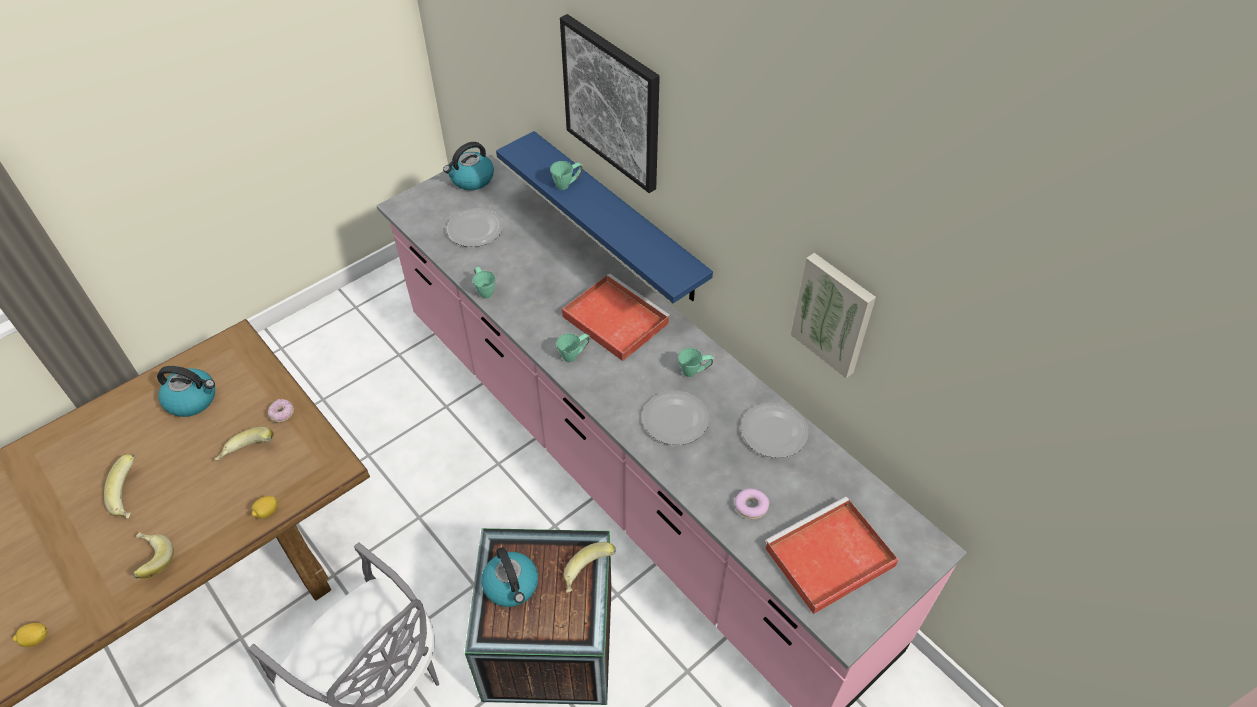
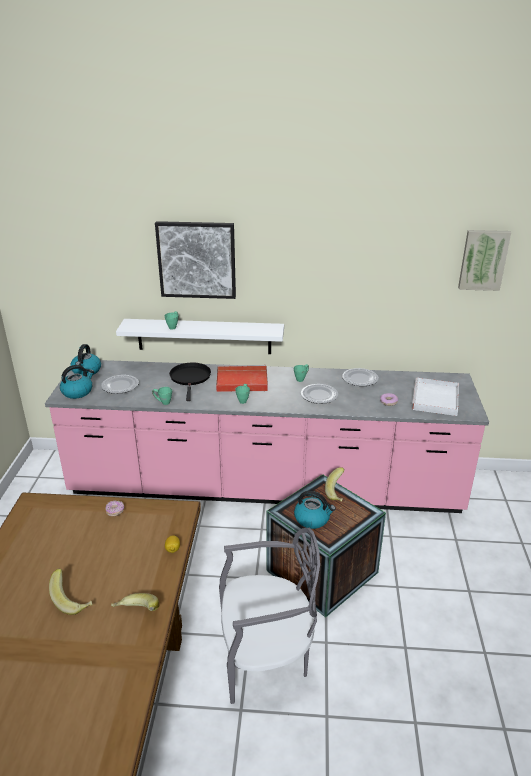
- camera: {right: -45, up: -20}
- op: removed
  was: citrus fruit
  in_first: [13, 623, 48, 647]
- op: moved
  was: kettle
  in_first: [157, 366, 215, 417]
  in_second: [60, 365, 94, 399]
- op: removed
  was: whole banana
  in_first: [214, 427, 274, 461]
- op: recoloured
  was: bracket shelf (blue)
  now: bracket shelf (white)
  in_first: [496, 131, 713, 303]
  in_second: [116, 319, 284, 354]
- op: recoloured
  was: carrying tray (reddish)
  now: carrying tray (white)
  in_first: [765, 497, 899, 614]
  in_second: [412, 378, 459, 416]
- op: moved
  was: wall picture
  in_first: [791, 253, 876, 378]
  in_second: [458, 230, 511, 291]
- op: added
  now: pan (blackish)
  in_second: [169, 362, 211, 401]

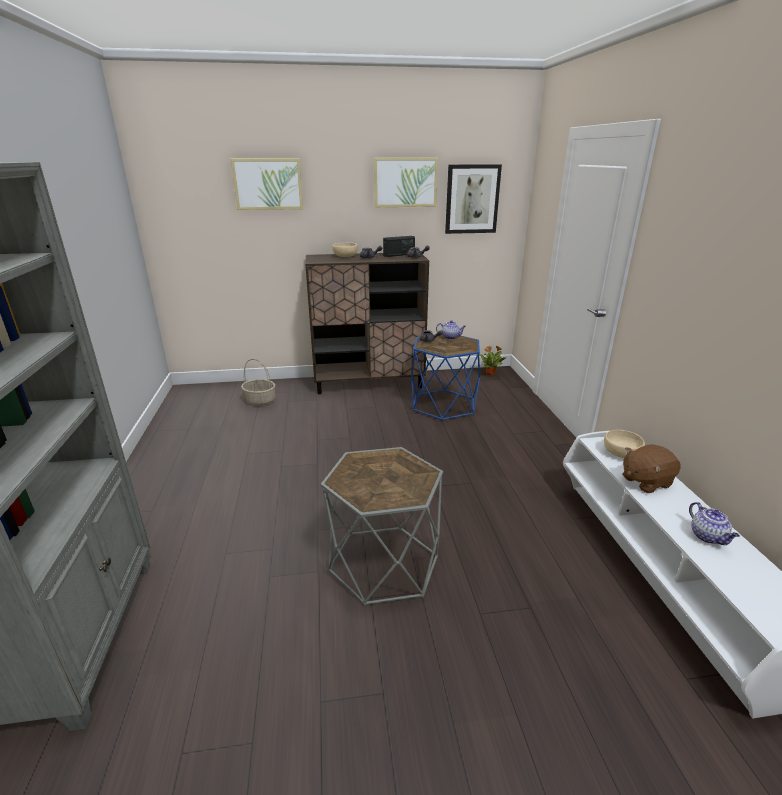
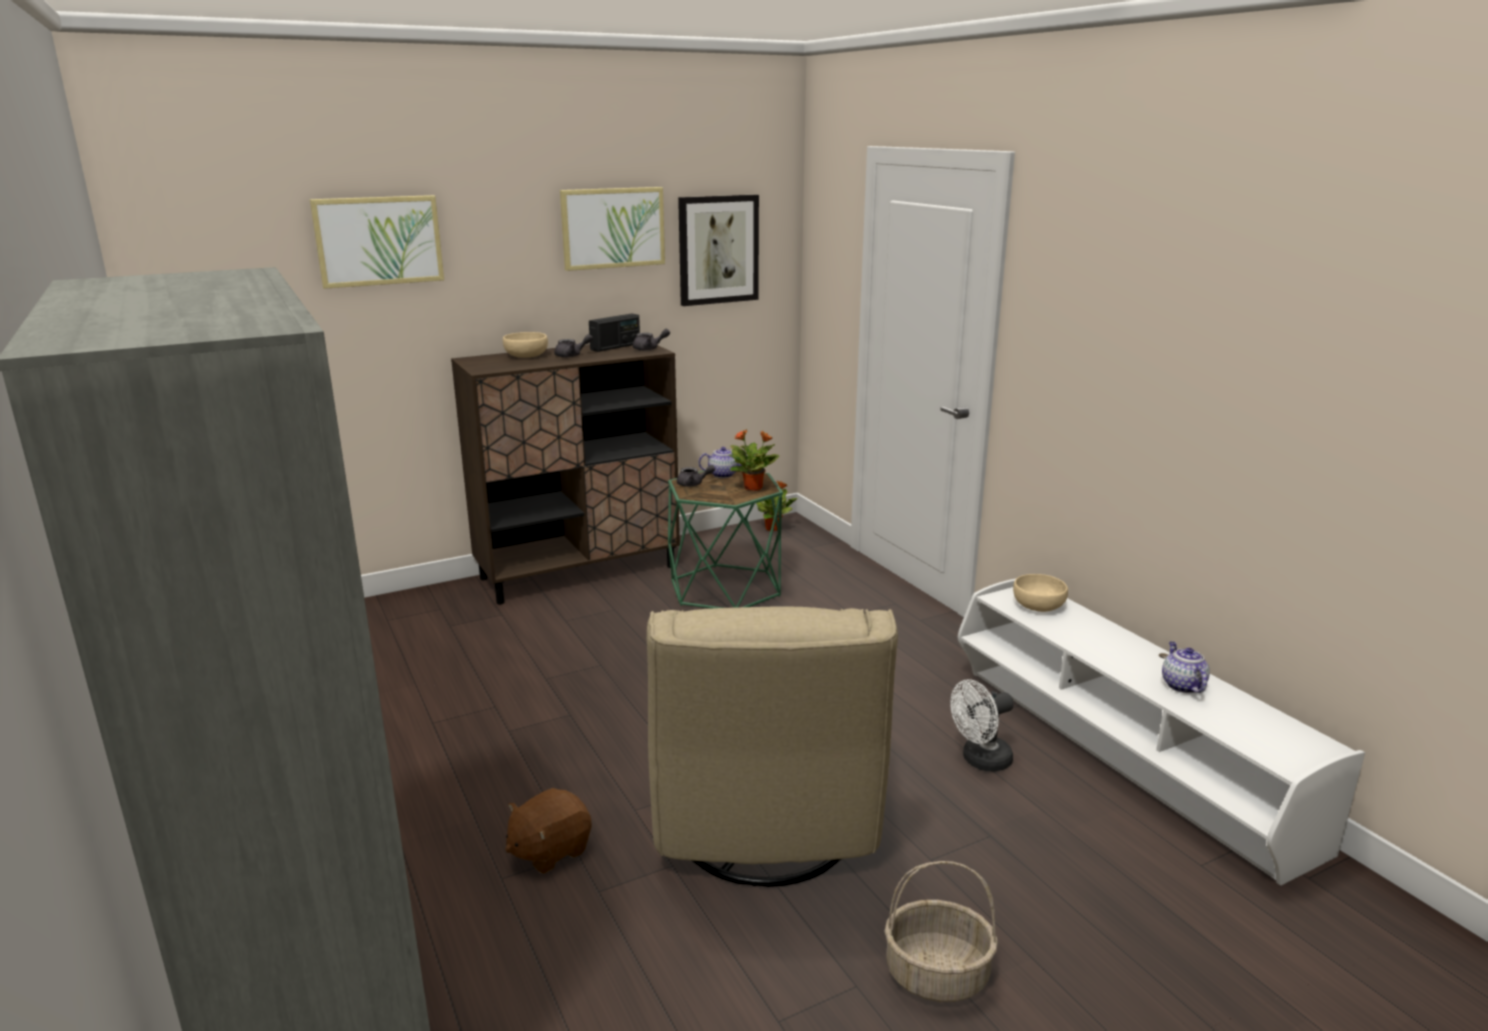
- camera: {right: -20, up: -5}
- op: moved
  was: storage basket
  in_first: [241, 359, 276, 406]
  in_second: [885, 861, 998, 1002]
- op: replaced
  was: end table (grey)
  now: easy chair (beige)
  in_first: [321, 447, 443, 606]
  in_second: [647, 606, 898, 887]
- op: recoloured
  was: end table (blue)
  now: end table (green)
  in_first: [411, 334, 480, 421]
  in_second: [668, 470, 783, 608]
- op: moved
  was: soft toy (brownish)
  in_first: [622, 444, 681, 493]
  in_second: [505, 788, 591, 874]
- op: turned
  was: pot for tea
  in_first: [689, 502, 740, 545]
  in_second: [1162, 642, 1210, 693]
  clockwise: -150
- op: added
  now: plant in a pot
  in_second: [729, 430, 779, 491]
- op: added
  now: cooling fan (white)
  in_second: [950, 680, 1014, 772]

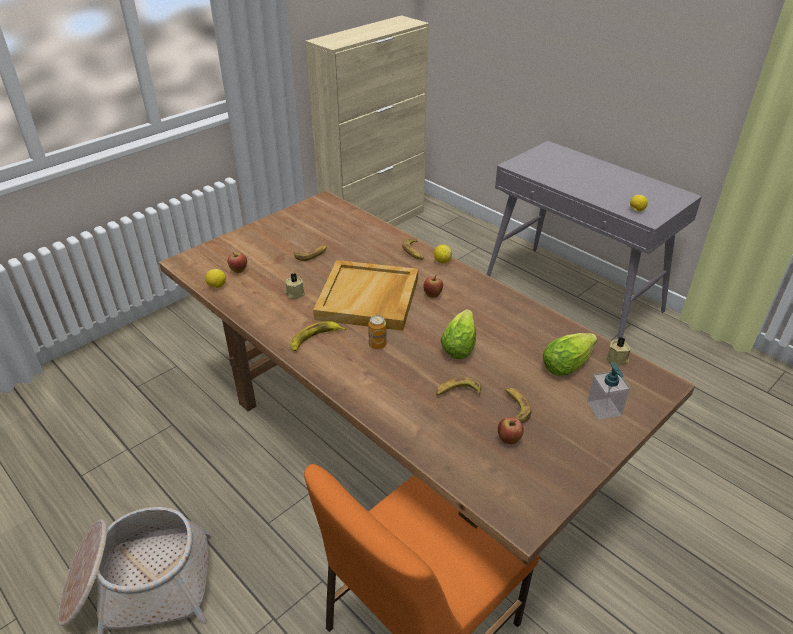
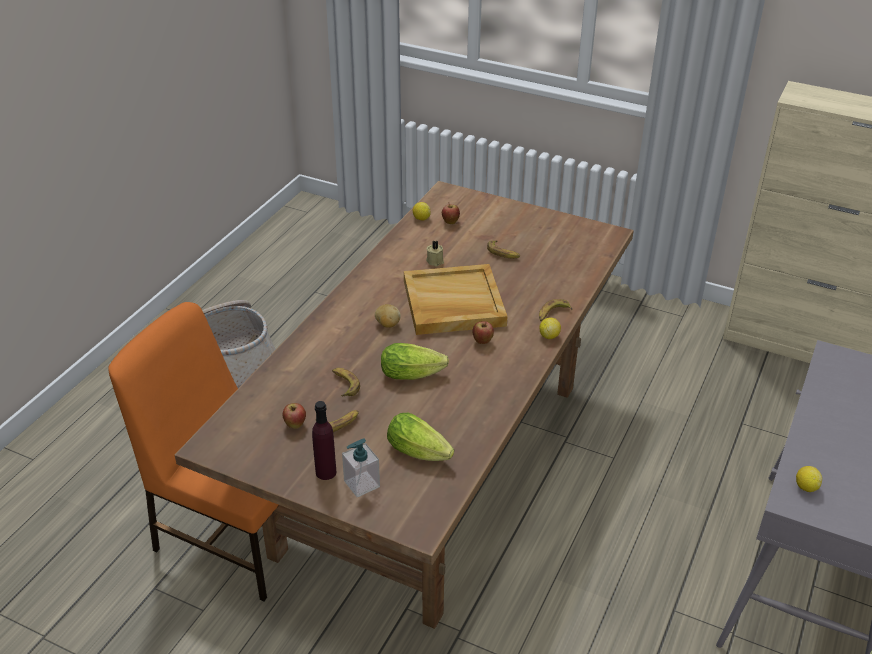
- camera: {right: 70, up: 0}
- op: removed
  was: whole banana
  in_first: [290, 321, 346, 352]
- op: replaced
  was: metal can
  now: potato
  in_first: [368, 315, 387, 349]
  in_second: [375, 304, 401, 328]
- op: removed
  was: wax candle (beige)
  in_first: [606, 337, 631, 366]
- op: added
  now: bottle (purple)
  in_second: [312, 401, 336, 480]

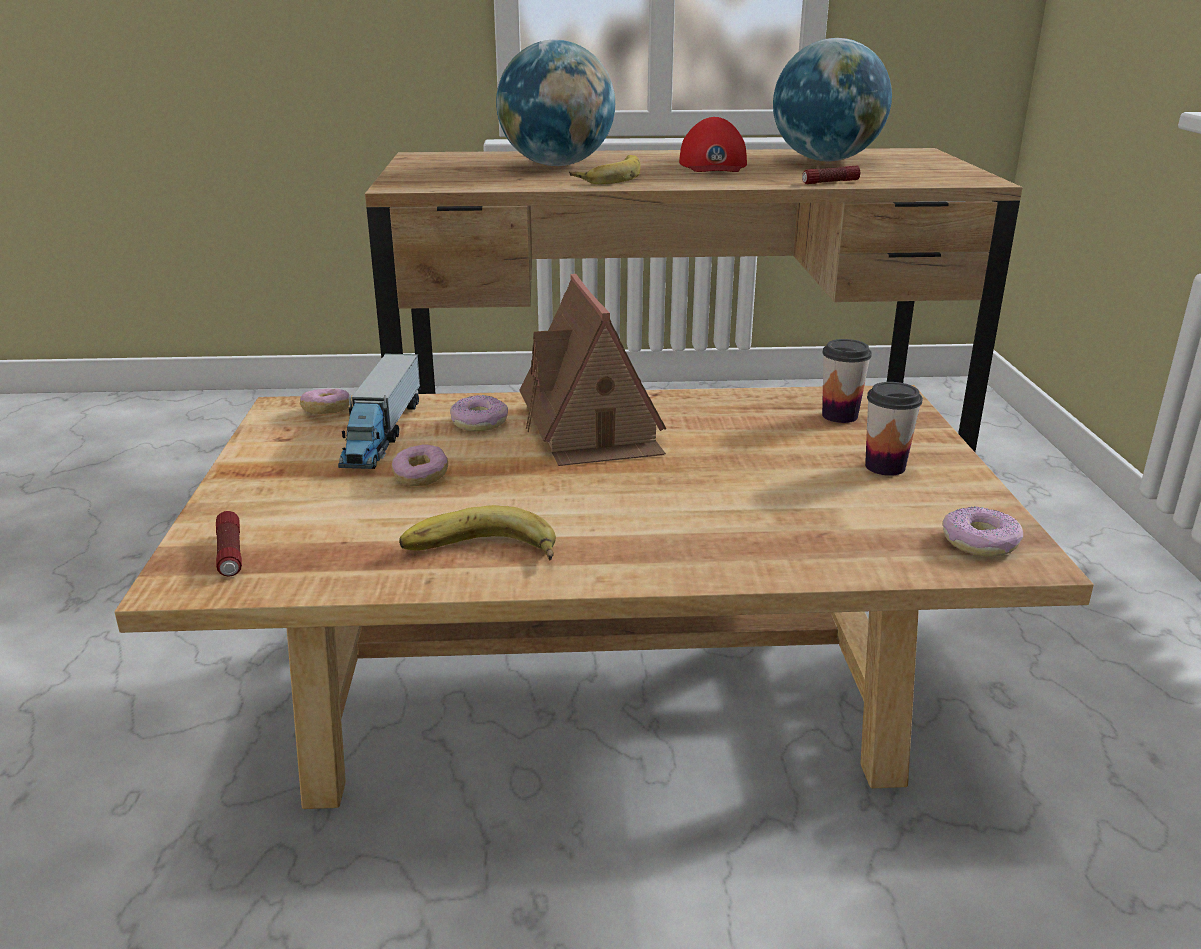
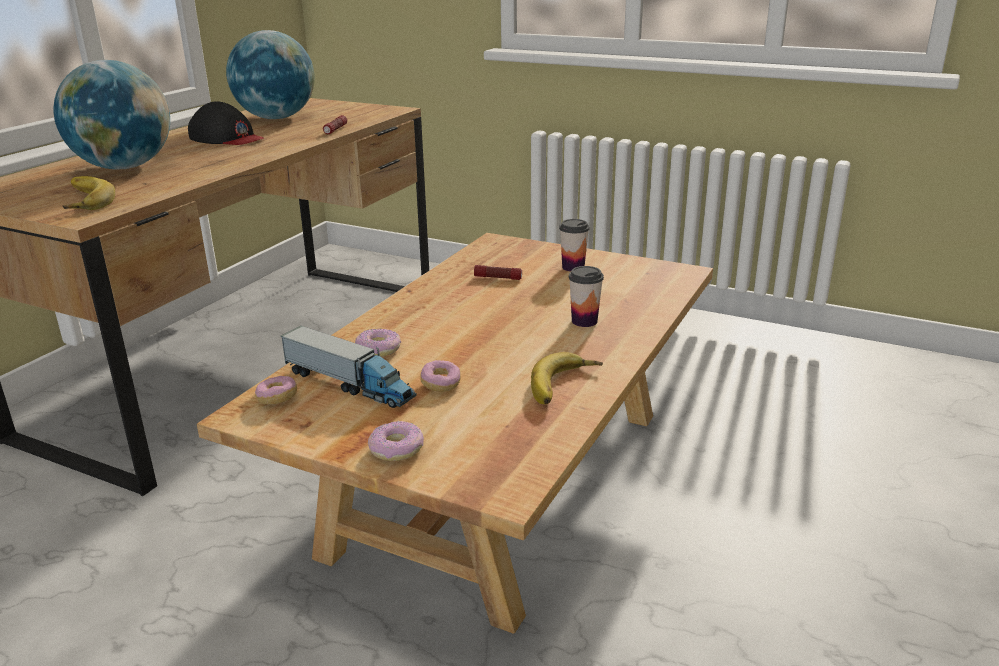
- camera: {right: -60, up: 0}
- op: moved
  was: flashlight
  in_first: [216, 511, 242, 576]
  in_second: [474, 265, 522, 280]
- op: removed
  was: miniature house
  in_first: [519, 274, 666, 466]
- op: moved
  was: whole banana
  in_first: [569, 155, 641, 184]
  in_second: [63, 176, 115, 210]
- op: recoloured
  was: peaked cap (reddish)
  now: peaked cap (blackish)
  in_first: [679, 117, 747, 172]
  in_second: [188, 101, 264, 145]
- op: moved
  was: cup
  in_first: [822, 339, 872, 423]
  in_second: [569, 266, 604, 327]
- op: moved
  was: donut
  in_first: [942, 506, 1023, 557]
  in_second: [368, 421, 424, 461]

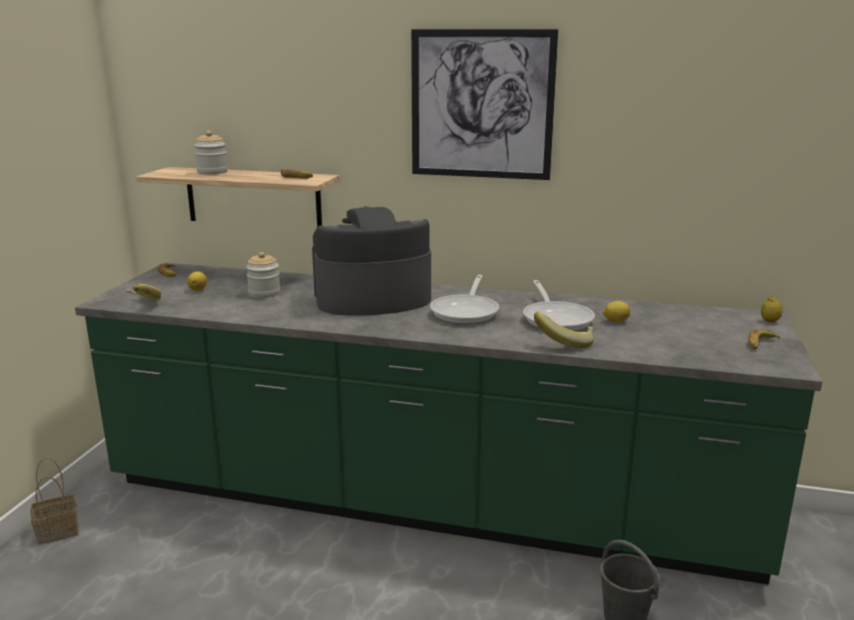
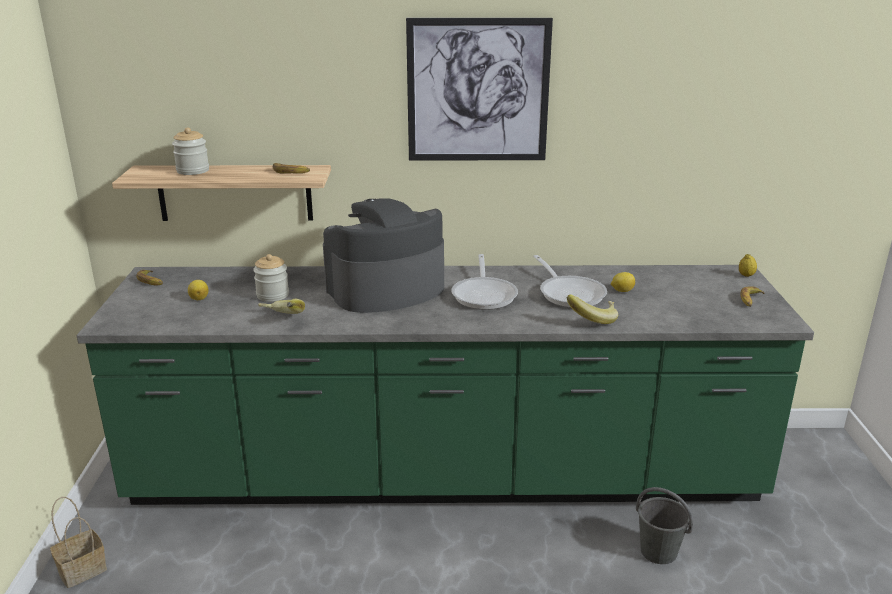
- camera: {right: -15, up: 5}
- op: moved
  was: whole banana
  in_first: [126, 284, 161, 302]
  in_second: [258, 299, 305, 314]

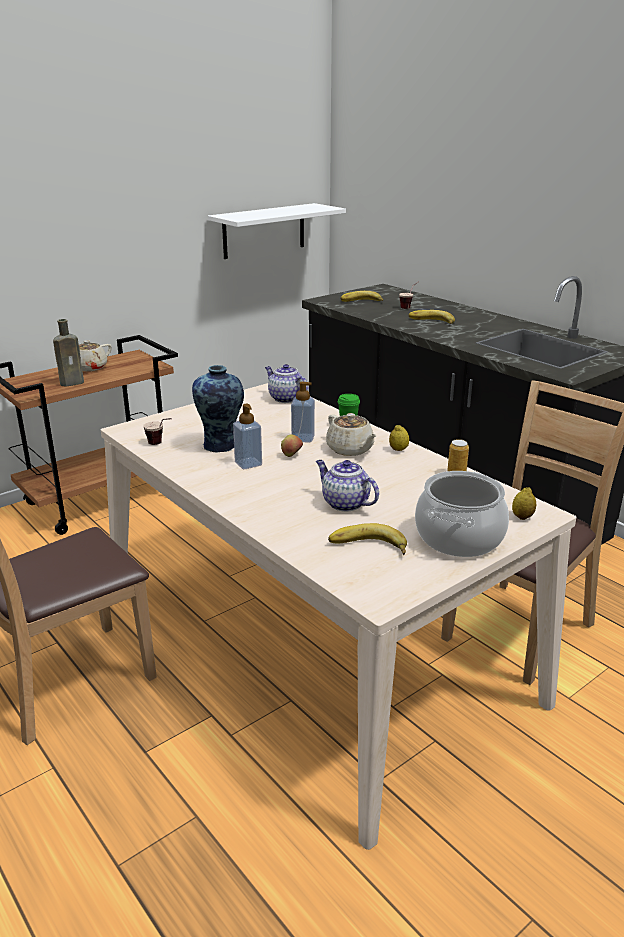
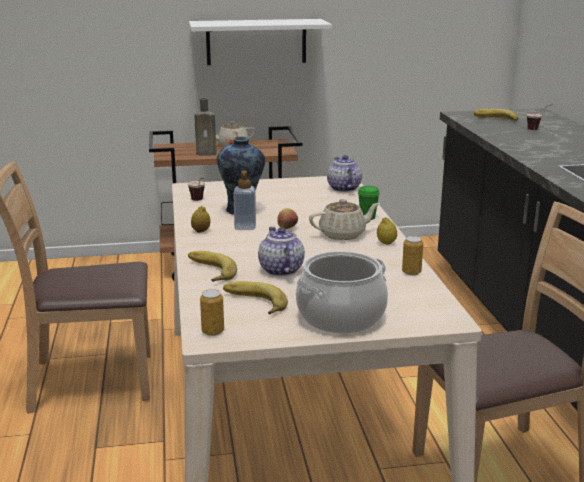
- camera: {right: 30, up: -5}
- op: moved
  was: bracket shelf (white)
  in_first: [208, 203, 346, 259]
  in_second: [189, 19, 332, 65]
- op: removed
  was: soap dispenser
  in_first: [291, 382, 315, 443]
- op: turned
  was: pot for tea (beige)
  in_first: [326, 413, 377, 456]
  in_second: [309, 199, 380, 240]
  clockwise: -105
- op: moved
  was: whole banana
  in_first: [409, 310, 455, 324]
  in_second: [188, 251, 237, 282]
- op: moved
  was: citrus fruit
  in_first: [512, 487, 536, 520]
  in_second: [191, 206, 211, 233]
- op: added
  now: metal can
  in_second: [200, 289, 224, 336]

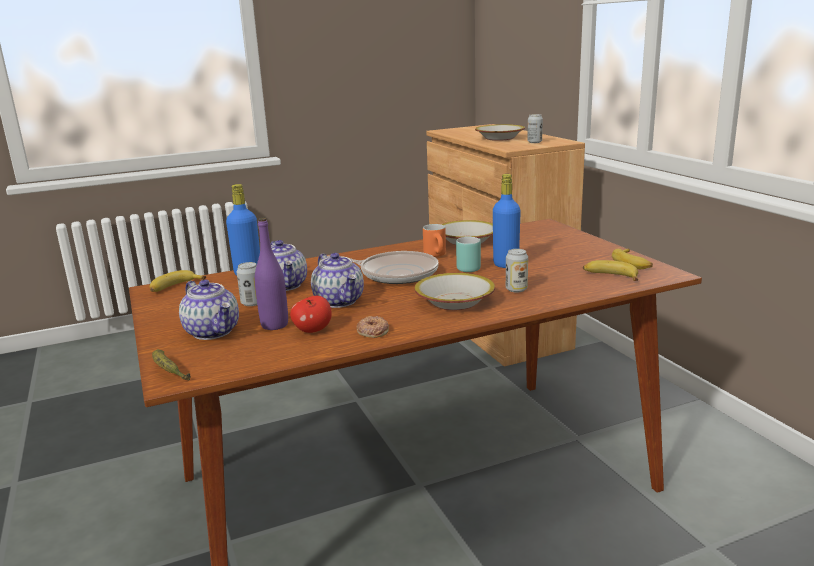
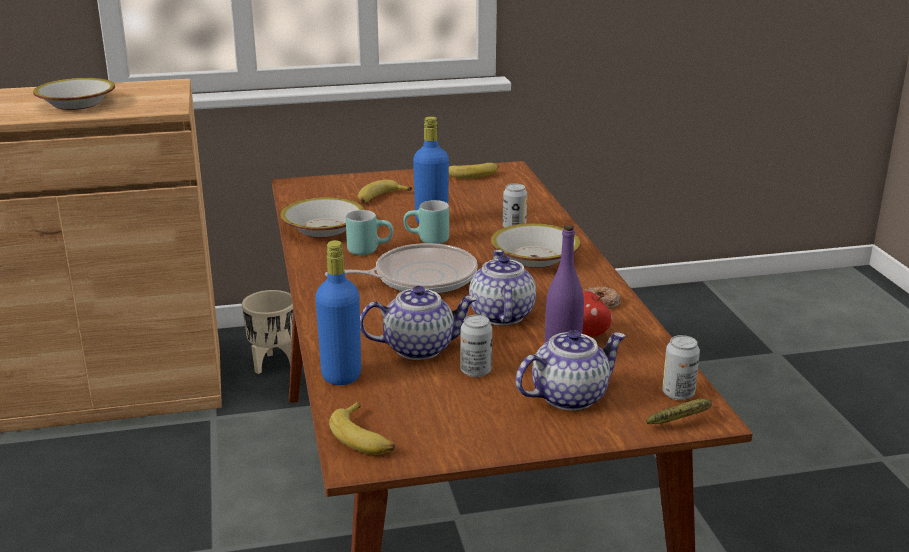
- camera: {right: -80, up: 5}
- op: turned
  was: pot for tea
  in_first: [311, 253, 364, 308]
  in_second: [469, 250, 536, 326]
  clockwise: -75
- op: turned
  was: pan
  in_first: [327, 251, 439, 284]
  in_second: [325, 243, 478, 294]
  clockwise: 45
- op: recoloured
  was: tea mug (orange-coloured)
  now: tea mug (turquoise)
  in_first: [423, 224, 446, 257]
  in_second: [346, 210, 393, 255]
- op: moved
  was: metal can
  in_first: [527, 114, 543, 143]
  in_second: [662, 335, 700, 400]
- op: moved
  was: whole banana
  in_first: [583, 260, 638, 281]
  in_second: [358, 180, 412, 203]
- op: added
  now: planter (beige)
  in_second: [242, 290, 293, 374]

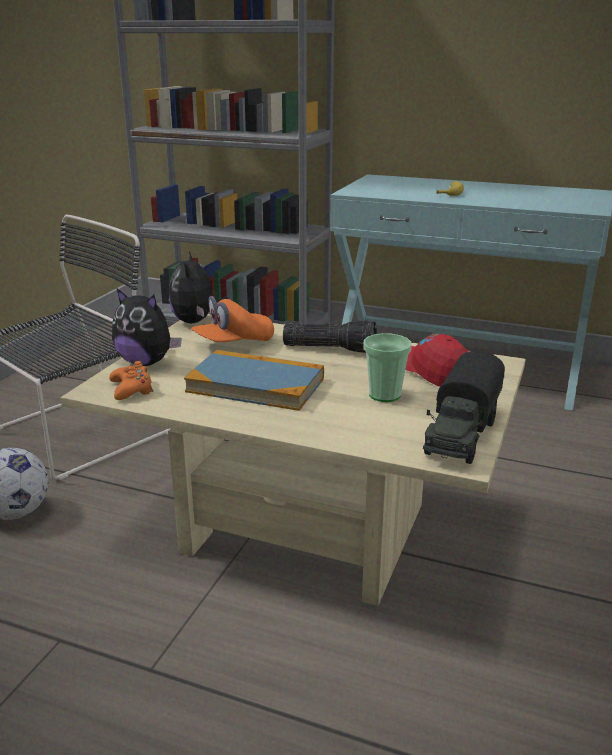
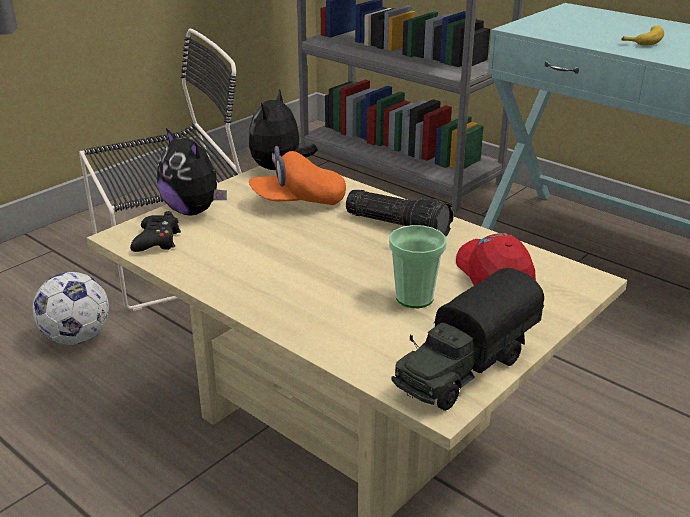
- camera: {right: 20, up: 5}
- op: recoloured
  was: gamepad (orange-coloured)
  now: gamepad (blackish)
  in_first: [109, 361, 153, 400]
  in_second: [130, 211, 181, 252]
- op: removed
  was: bound book
  in_first: [184, 350, 324, 411]

